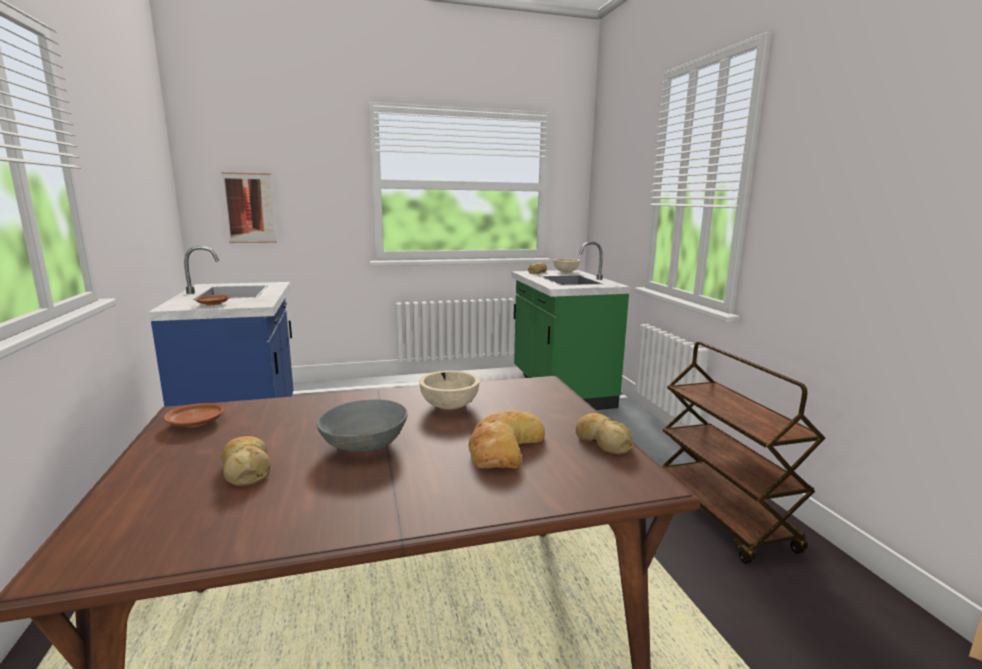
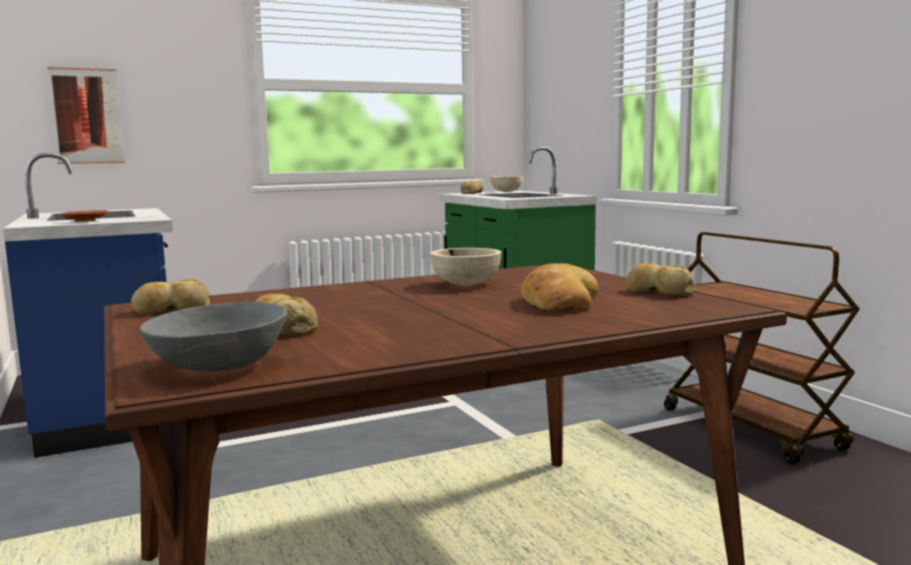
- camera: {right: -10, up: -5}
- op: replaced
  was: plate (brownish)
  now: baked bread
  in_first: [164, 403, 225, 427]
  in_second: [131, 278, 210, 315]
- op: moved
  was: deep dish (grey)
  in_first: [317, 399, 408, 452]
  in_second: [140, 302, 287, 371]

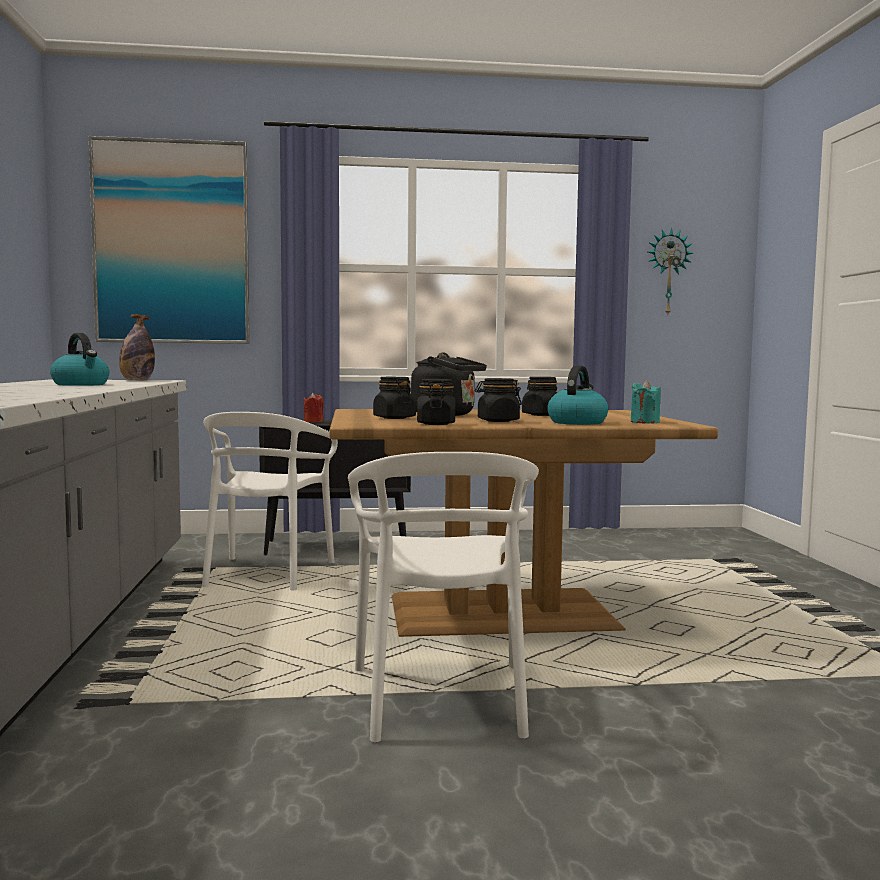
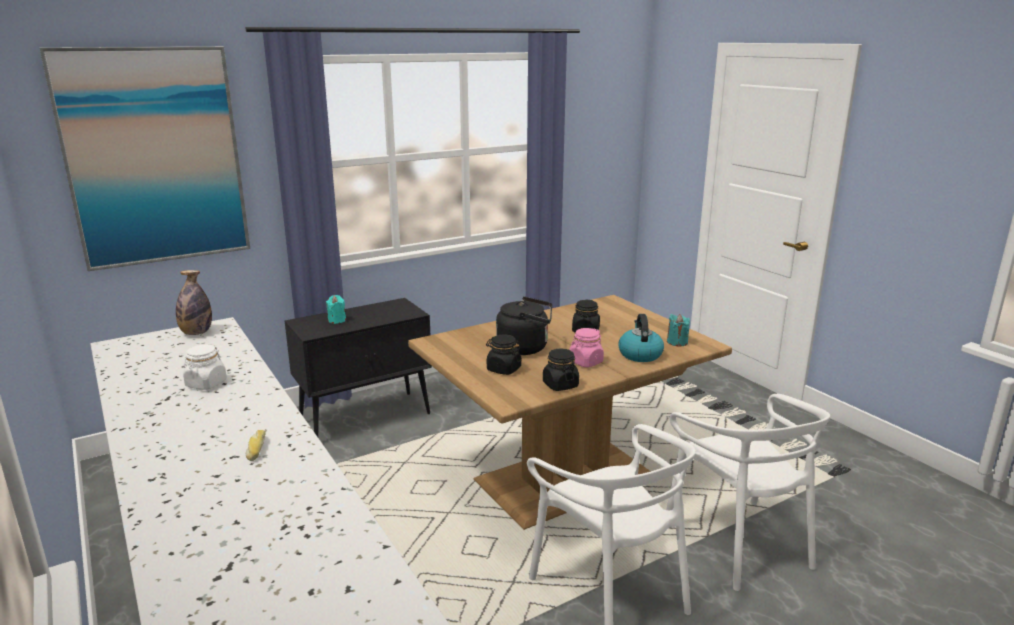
- camera: {right: -25, up: 15}
- op: replaced
  was: kettle
  now: storage jar (white)
  in_first: [50, 333, 109, 386]
  in_second: [183, 344, 227, 390]
- op: moved
  was: upright chair (white)
  in_first: [202, 412, 338, 591]
  in_second: [666, 394, 830, 591]
- op: recoloured
  was: wax candle (reddish)
  now: wax candle (turquoise)
  in_first: [303, 393, 324, 422]
  in_second: [326, 295, 346, 324]
- op: recoloured
  was: storage jar (blackish)
  now: storage jar (pinkish)
  in_first: [475, 378, 522, 422]
  in_second: [570, 328, 604, 367]
- op: removed
  was: wall clock
  in_first: [648, 228, 693, 314]
- op: added
  now: baked bread
  in_second: [246, 430, 265, 461]

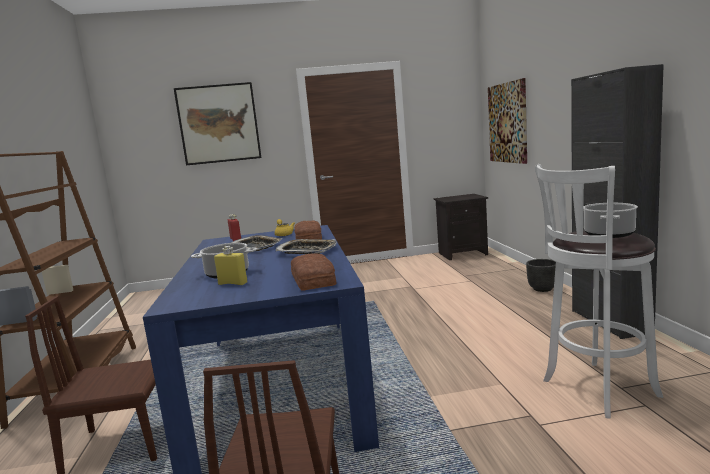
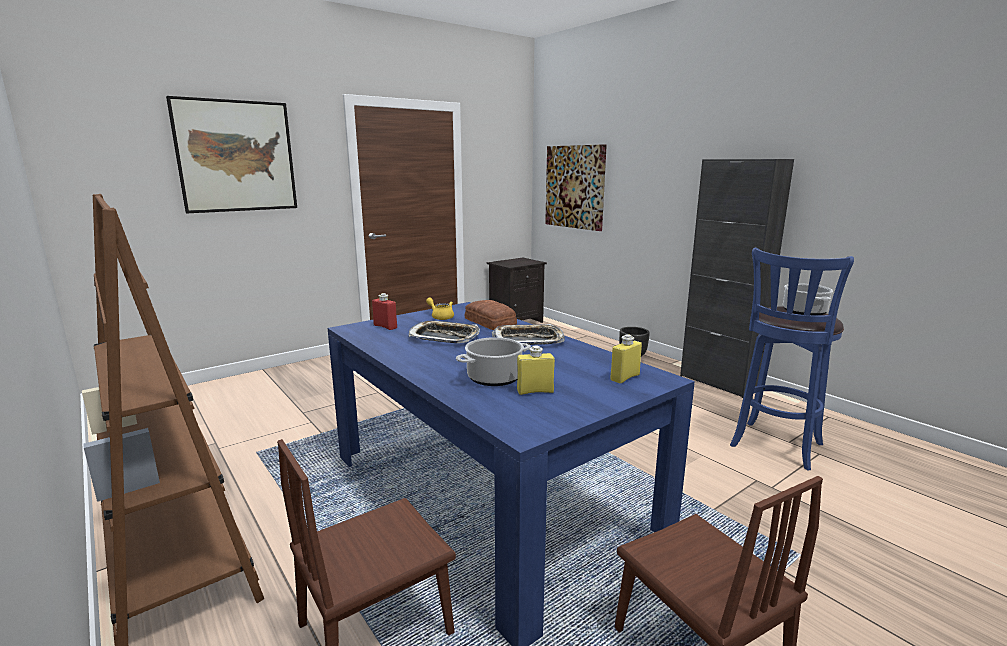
- camera: {right: -30, up: 5}
- op: replaced
  was: baked bread
  now: bottle (yellow-coloured)
  in_first: [291, 253, 336, 290]
  in_second: [611, 334, 642, 384]
- op: recoloured
  was: stool (white)
  now: stool (blue)
  in_first: [535, 164, 663, 419]
  in_second: [730, 248, 854, 471]

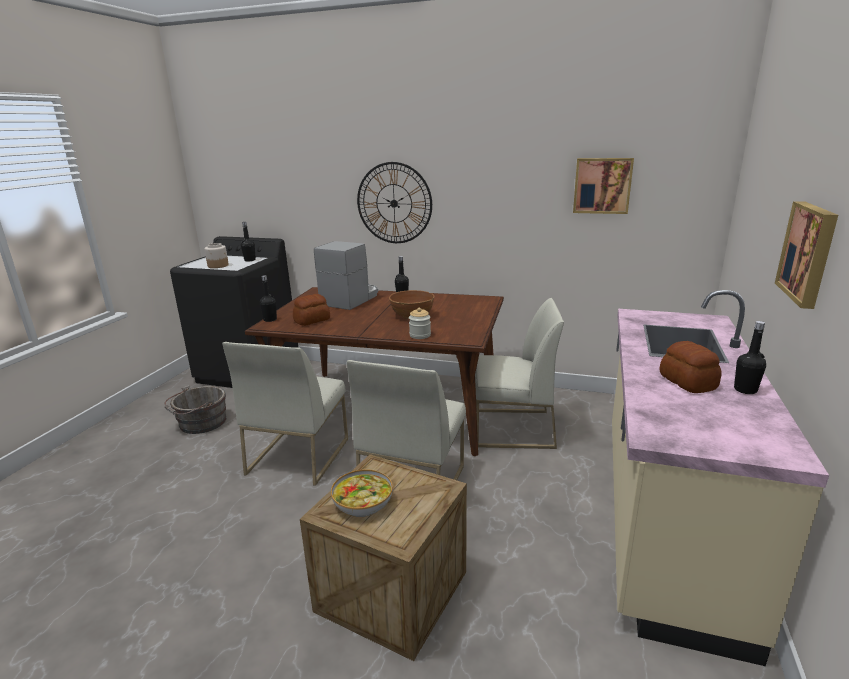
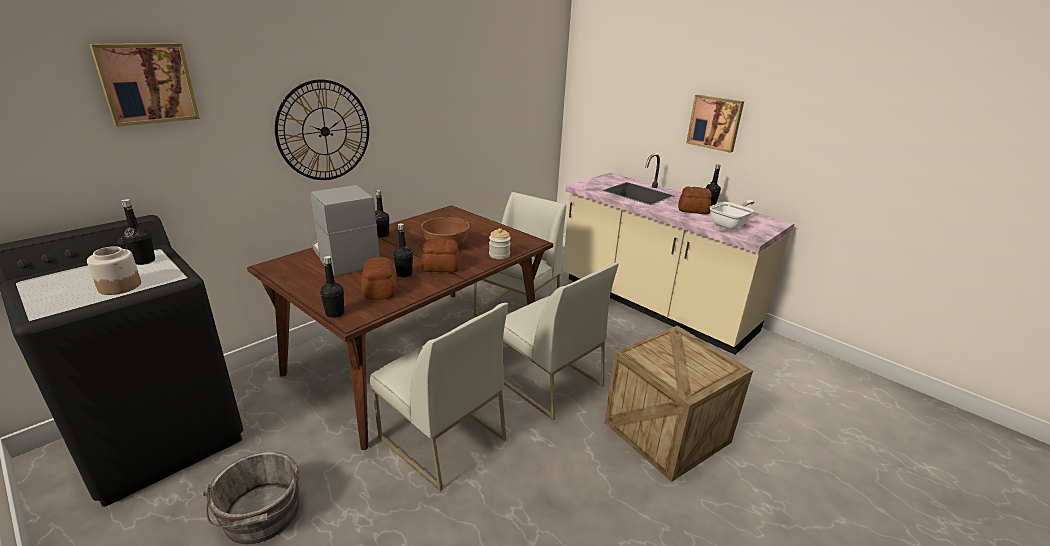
- camera: {right: -65, up: 5}
- op: removed
  was: deep dish
  in_first: [331, 469, 393, 517]
- op: moved
  was: wall picture
  in_first: [573, 158, 634, 214]
  in_second: [89, 43, 200, 127]
- op: added
  now: bottle (blackish)
  in_second: [393, 223, 413, 278]
- op: added
  now: baked bread
  in_second: [421, 238, 460, 272]
- op: added
  now: pan
  in_second: [710, 200, 754, 229]

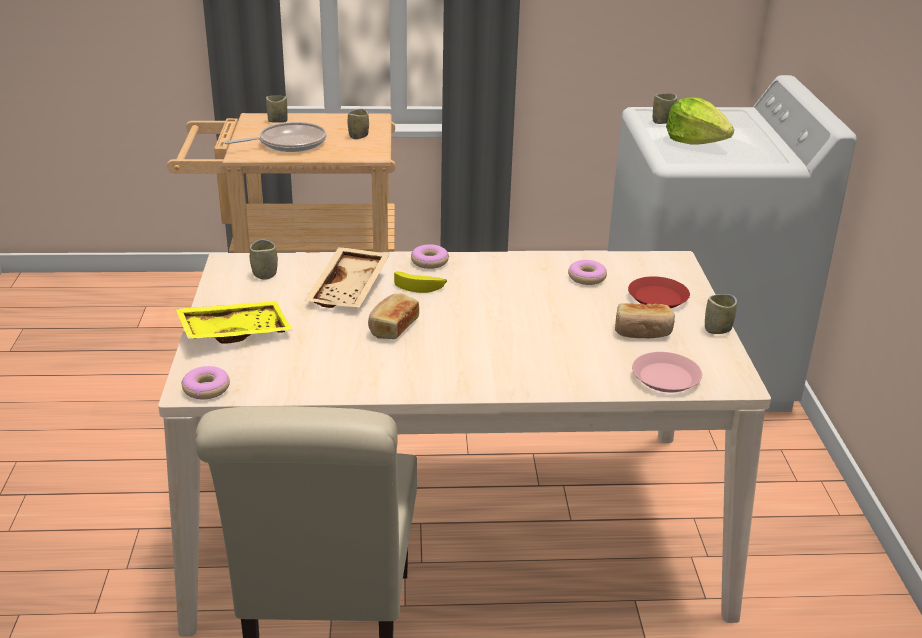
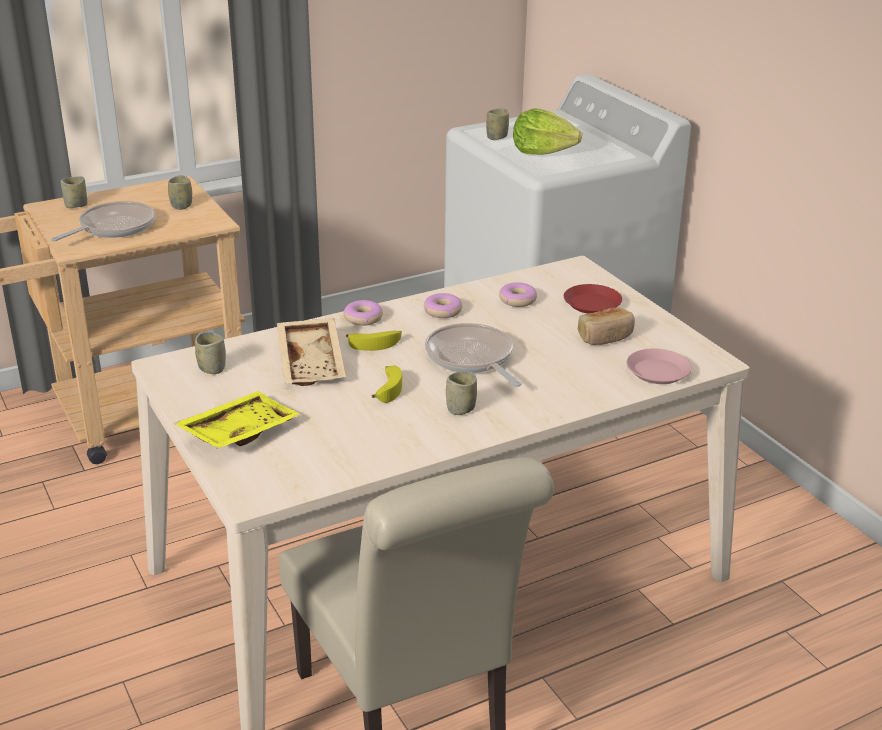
- camera: {right: -25, up: 0}
- op: moved
  was: donut
  in_first: [181, 366, 230, 399]
  in_second: [424, 293, 462, 318]
- op: replaced
  was: baked bread
  now: whole banana
  in_first: [368, 293, 419, 339]
  in_second: [372, 366, 402, 403]
- op: moved
  was: cup
  in_first: [705, 294, 737, 334]
  in_second: [446, 370, 477, 415]
- op: added
  now: pan
  in_second: [425, 323, 522, 387]

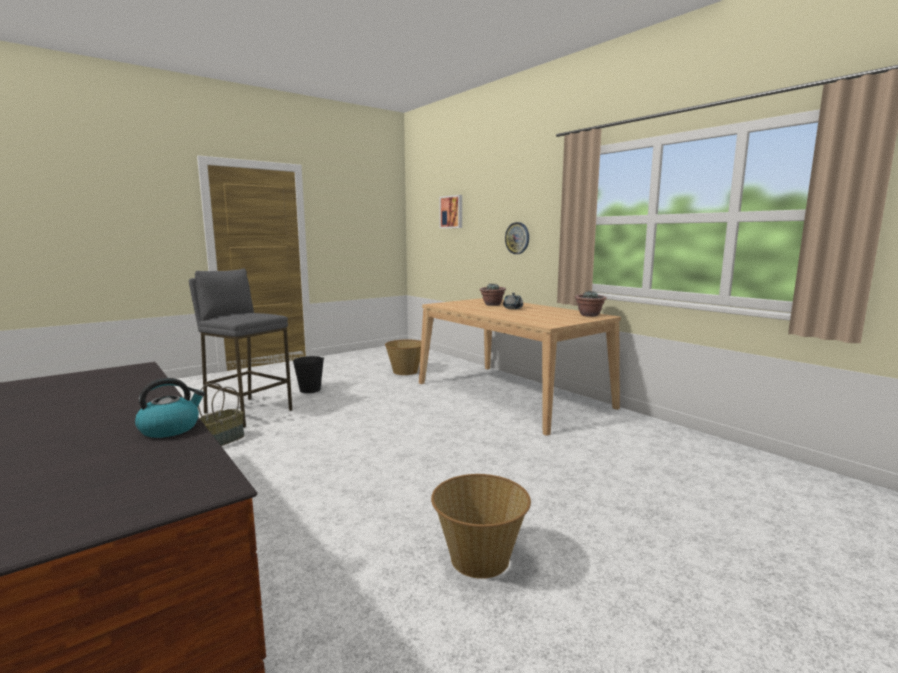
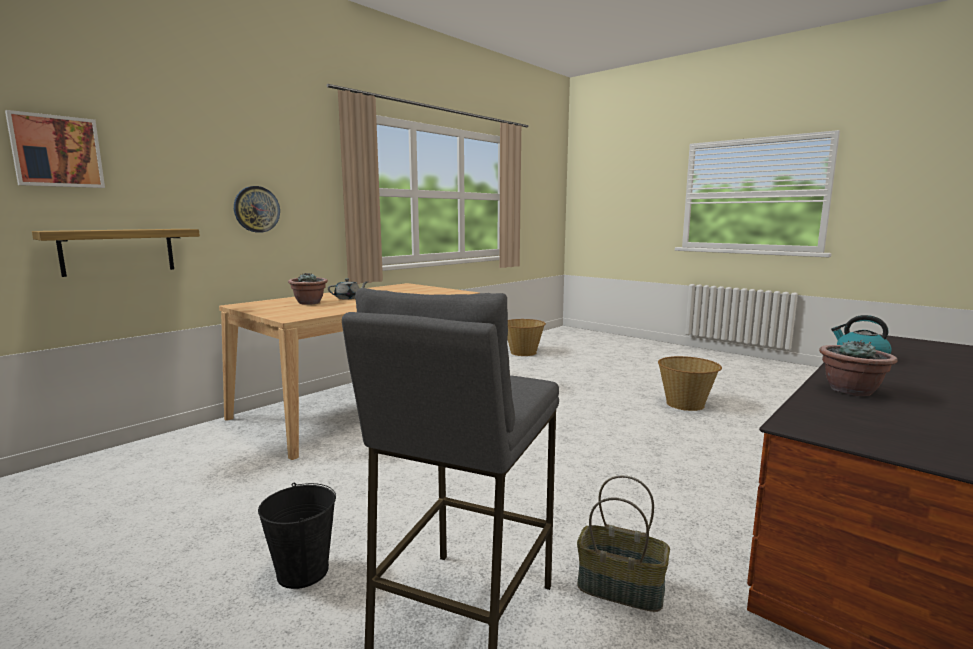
- camera: {right: -100, up: 0}
- op: moved
  was: storage basket
  in_first: [385, 340, 421, 375]
  in_second: [507, 319, 546, 356]
- op: moved
  was: plant in a pot
  in_first: [575, 290, 607, 317]
  in_second: [819, 340, 898, 396]
- op: added
  now: bracket shelf
  in_second: [32, 229, 200, 277]

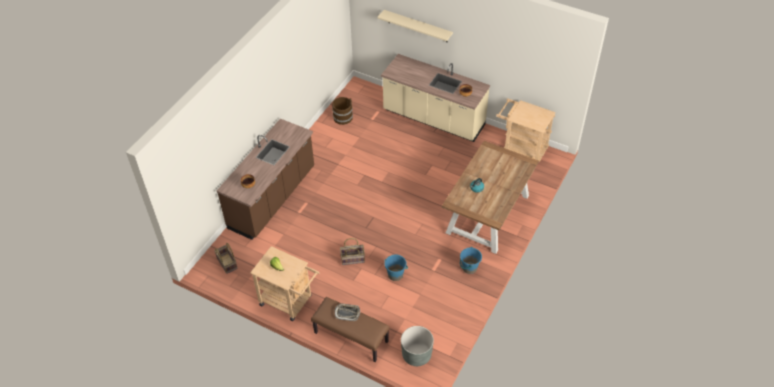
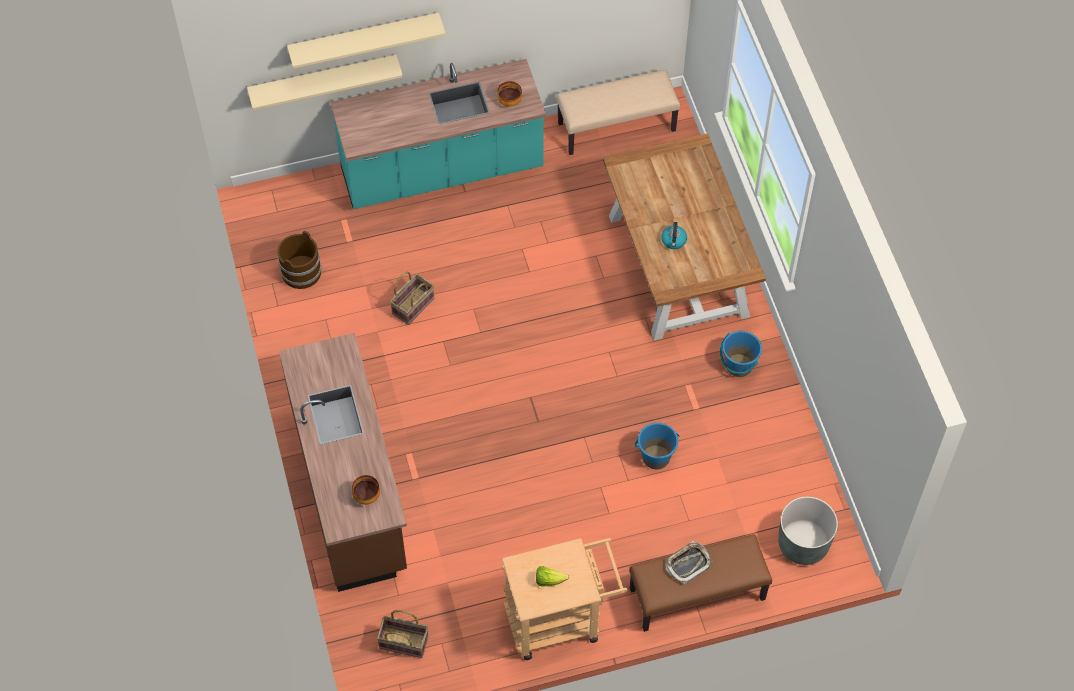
- camera: {right: -45, up: 10}
- op: moved
  was: storage basket
  in_first: [340, 238, 365, 265]
  in_second: [390, 272, 434, 325]
- op: recoloured
  was: kitchen counter (beige)
  now: kitchen counter (turquoise)
  in_first: [381, 54, 490, 142]
  in_second: [330, 59, 546, 209]
- op: replaced
  was: wheeled cart (beige)
  now: indoor bench (beige)
  in_first: [496, 98, 556, 162]
  in_second: [556, 70, 680, 155]
- op: added
  now: bracket shelf (beige)
  in_second: [247, 55, 403, 110]

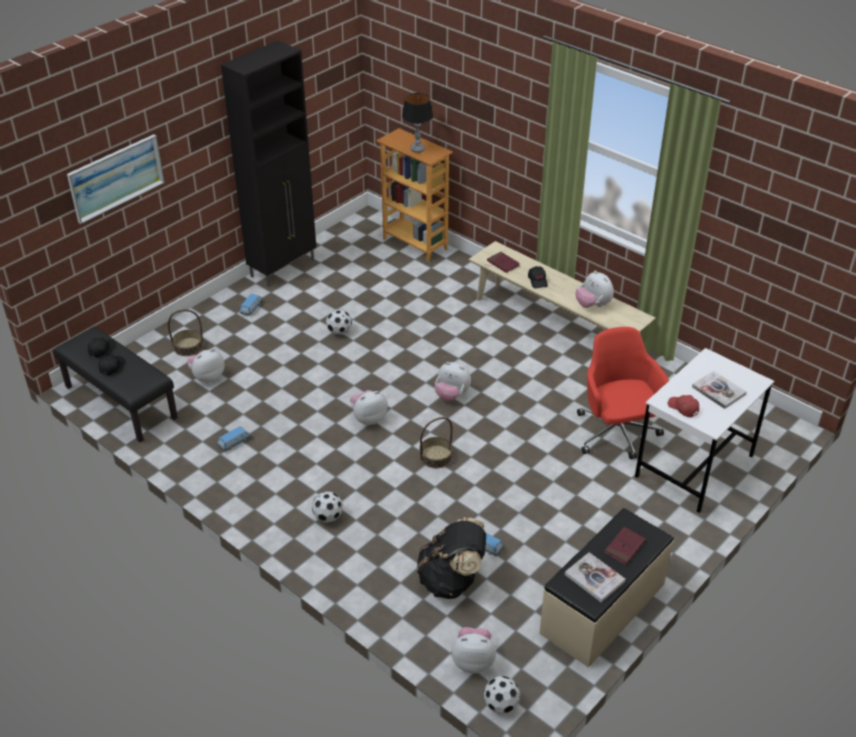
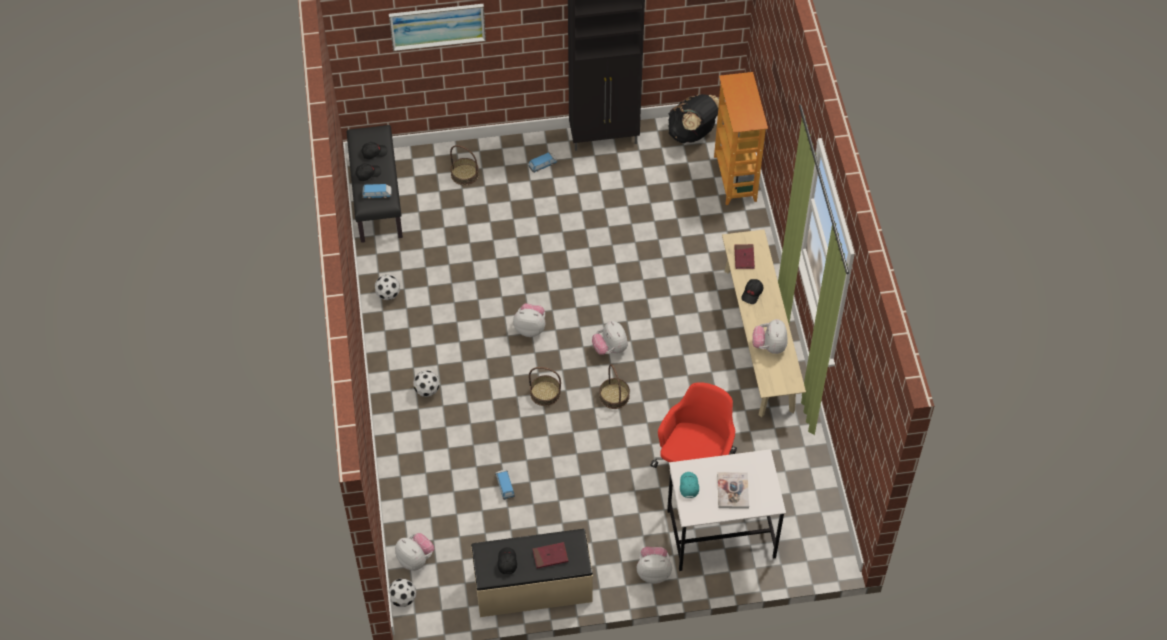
- camera: {right: 40, up: 15}
- op: moved
  was: soft toy
  in_first: [187, 349, 225, 383]
  in_second: [637, 547, 672, 584]
- op: moved
  was: miniature car
  in_first: [217, 426, 252, 452]
  in_second: [362, 184, 392, 199]
- op: moved
  was: ball for football
  in_first: [326, 309, 352, 335]
  in_second: [375, 275, 400, 300]
- op: removed
  was: lamp for a table
  in_first: [402, 93, 433, 153]
- op: moved
  was: backpack (blackish)
  in_first: [417, 517, 486, 599]
  in_second: [669, 94, 719, 143]
- op: replaced
  was: bound book
  now: peaked cap (blackish)
  in_first: [565, 552, 626, 602]
  in_second: [498, 547, 517, 574]
- op: recoloured
  was: peaked cap (reddish)
  now: peaked cap (turquoise)
  in_first: [668, 395, 699, 417]
  in_second: [680, 472, 699, 498]
- op: added
  now: storage basket
  in_second: [599, 364, 630, 409]

